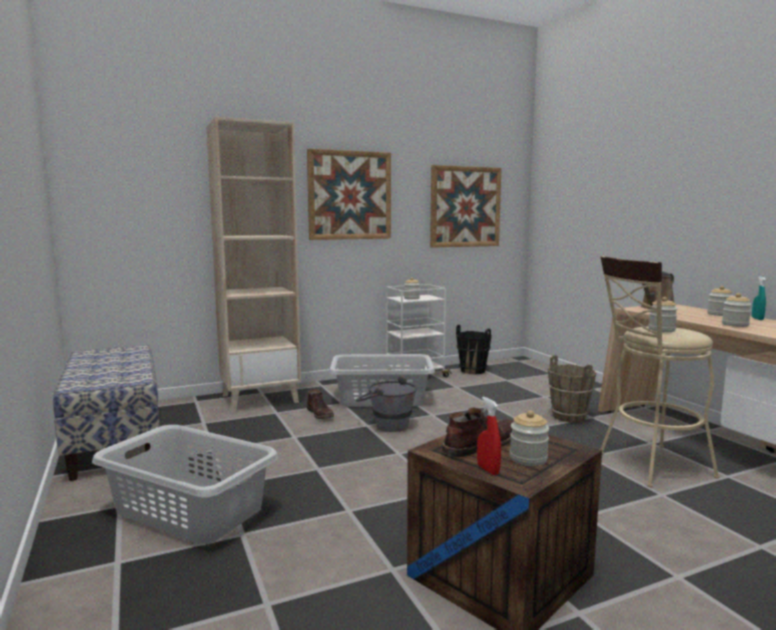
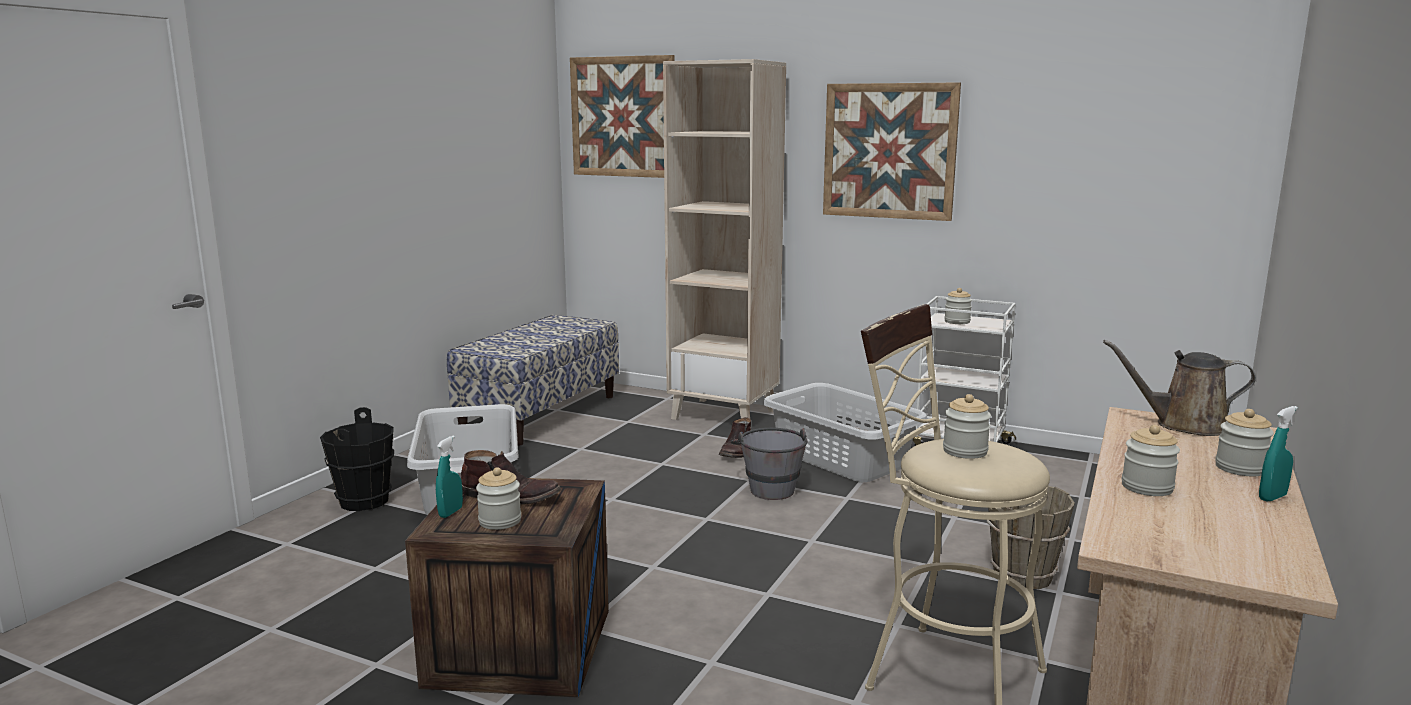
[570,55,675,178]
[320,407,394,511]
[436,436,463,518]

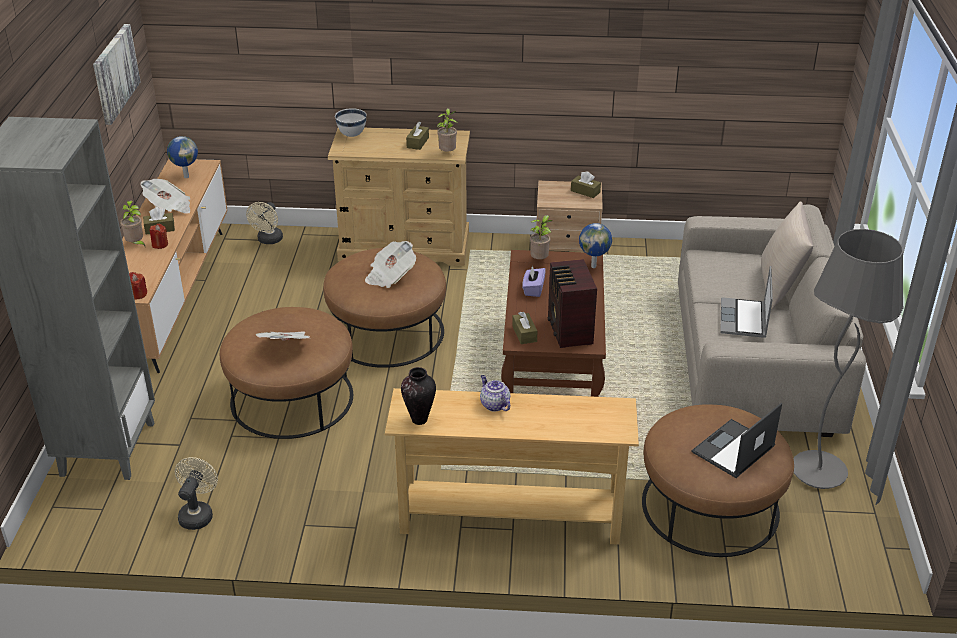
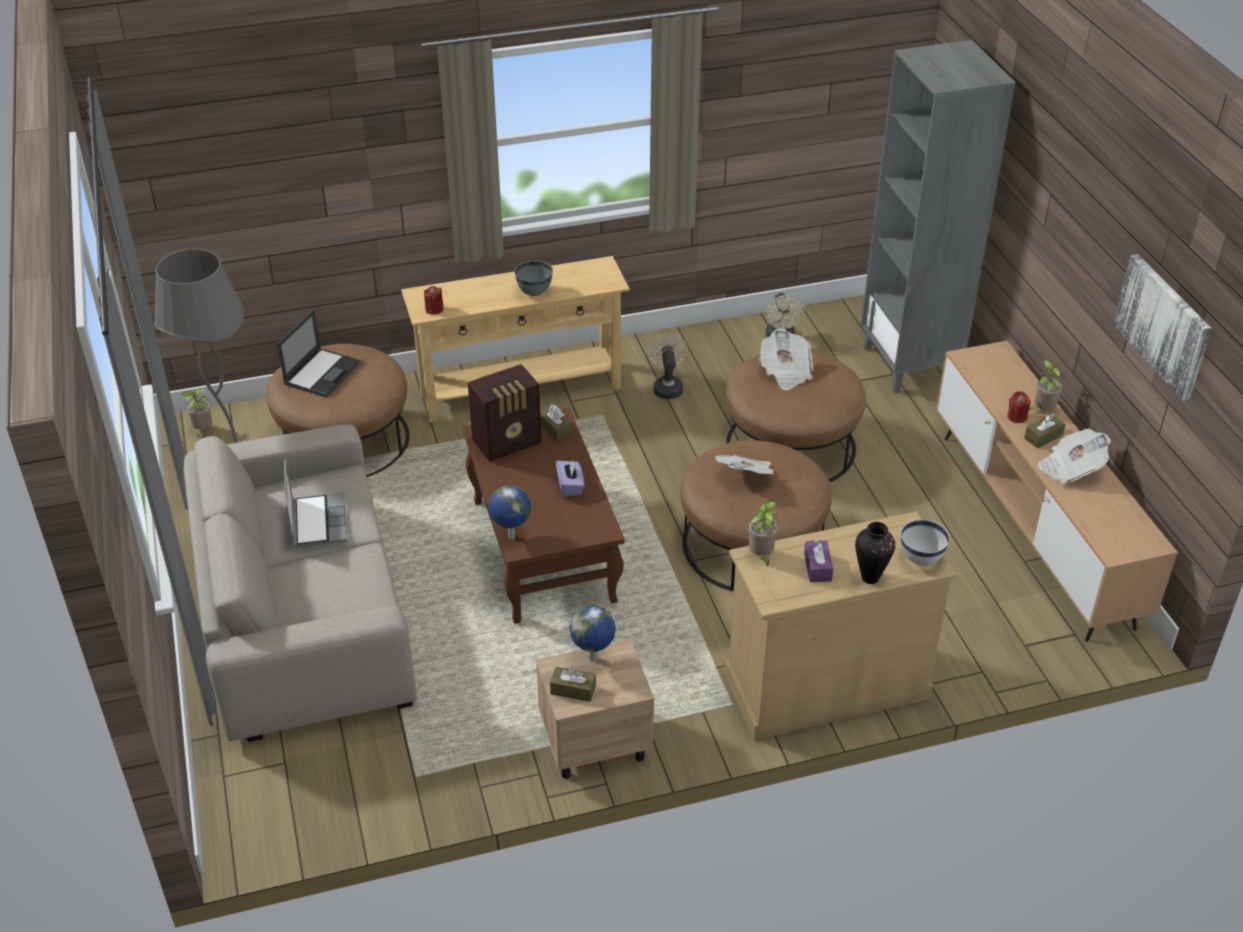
[761,202,813,309] (first image)
[424,286,444,315]
[570,605,616,661]
[648,333,688,399]
[855,522,895,584]
[182,388,212,439]
[514,260,553,296]
[804,540,833,582]
[468,364,542,462]

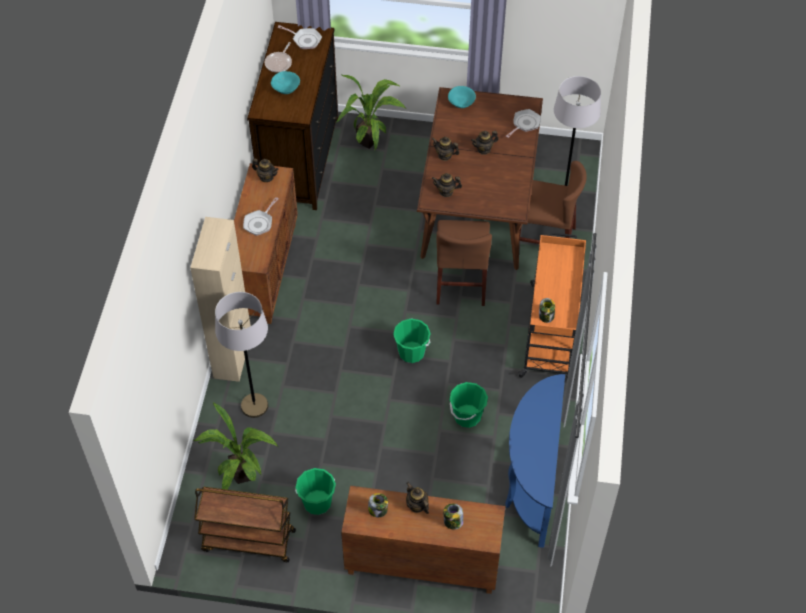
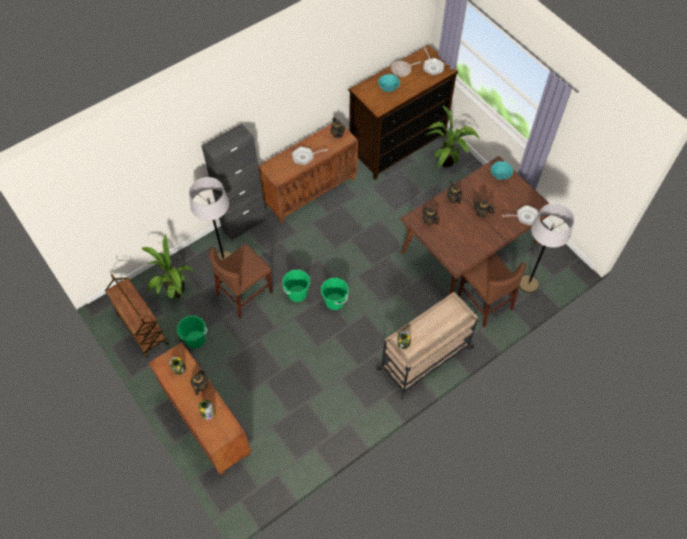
[505,374,565,548] (first image)
[209,244,273,319]
[282,270,310,302]
[201,124,266,241]
[376,292,478,399]

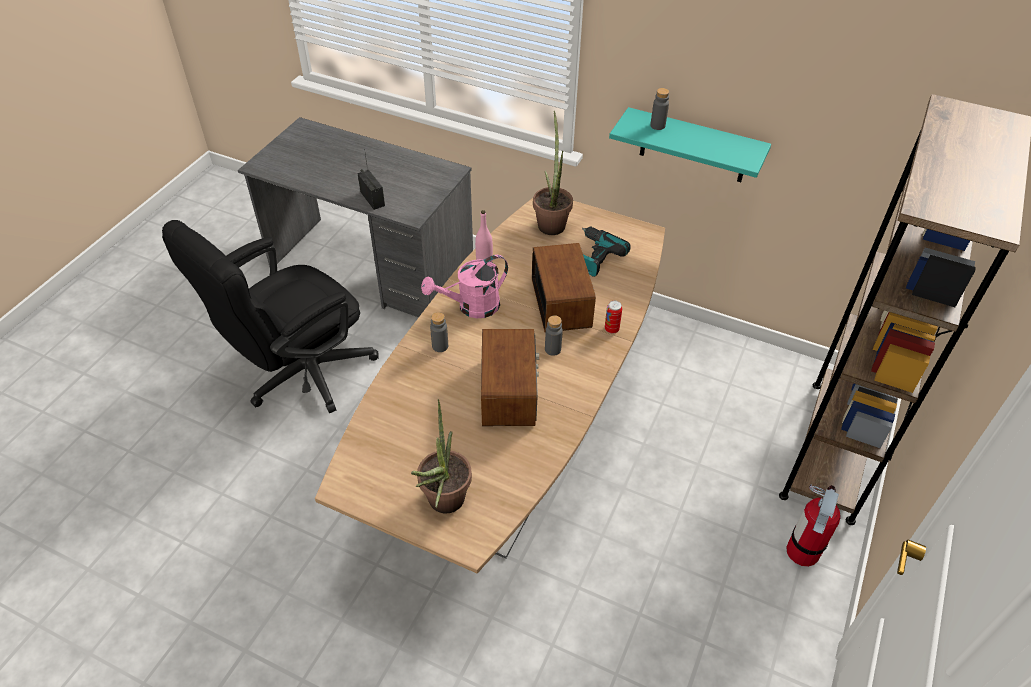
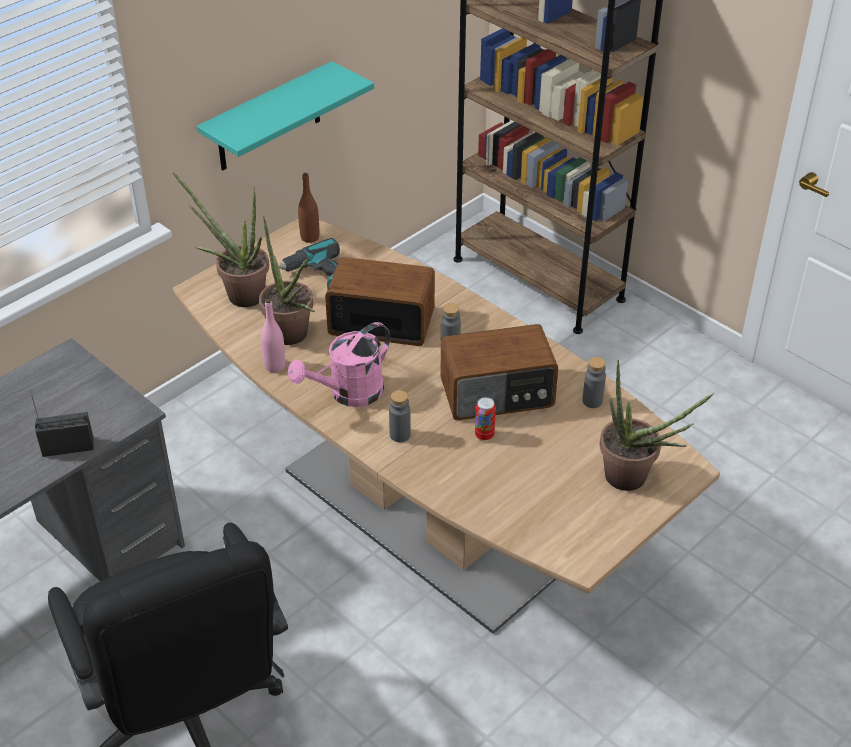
[786,484,841,567] (first image)
[259,216,315,345]
[298,173,319,243]
[475,397,496,441]
[582,357,606,408]
[288,322,390,407]
[440,324,558,420]

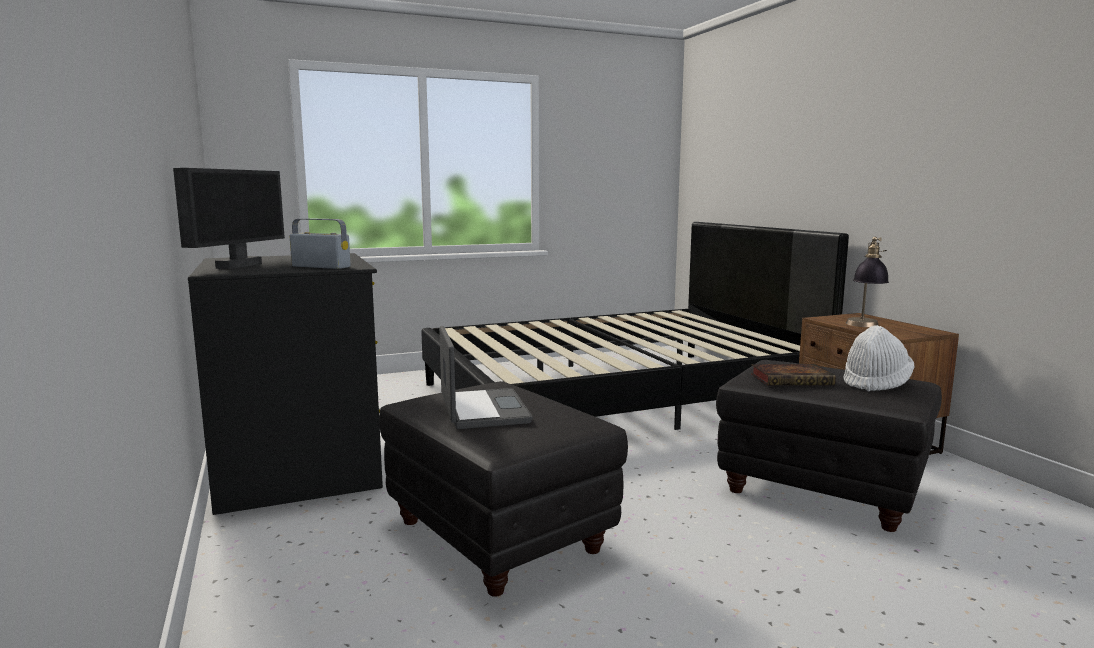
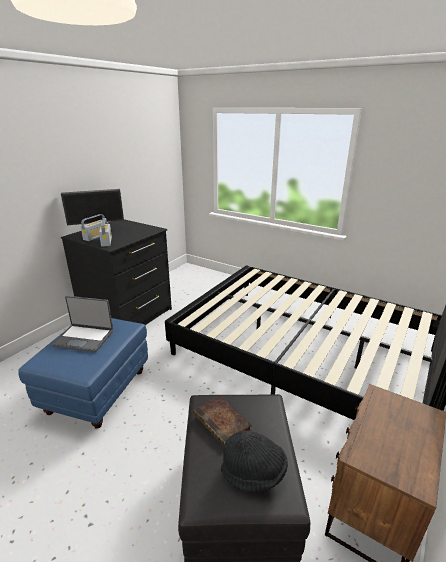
[846,237,889,327] (first image)
[81,214,105,241]
[18,318,148,429]
[221,430,288,492]
[51,296,113,352]

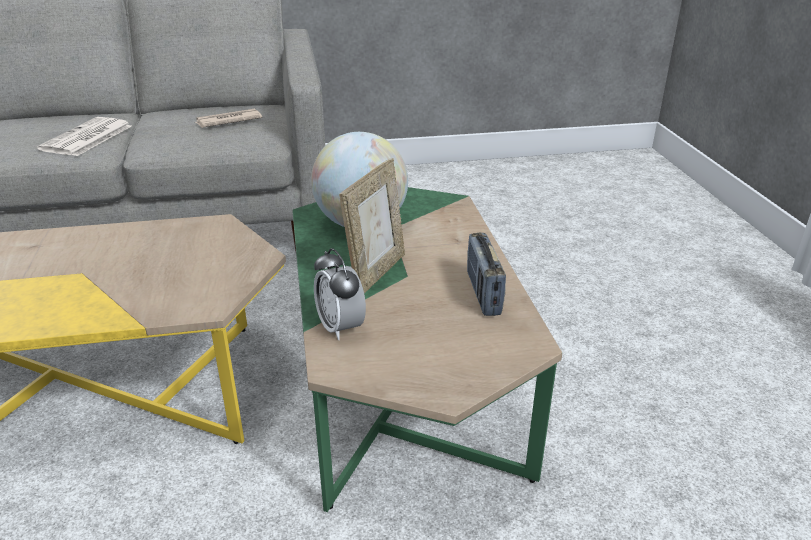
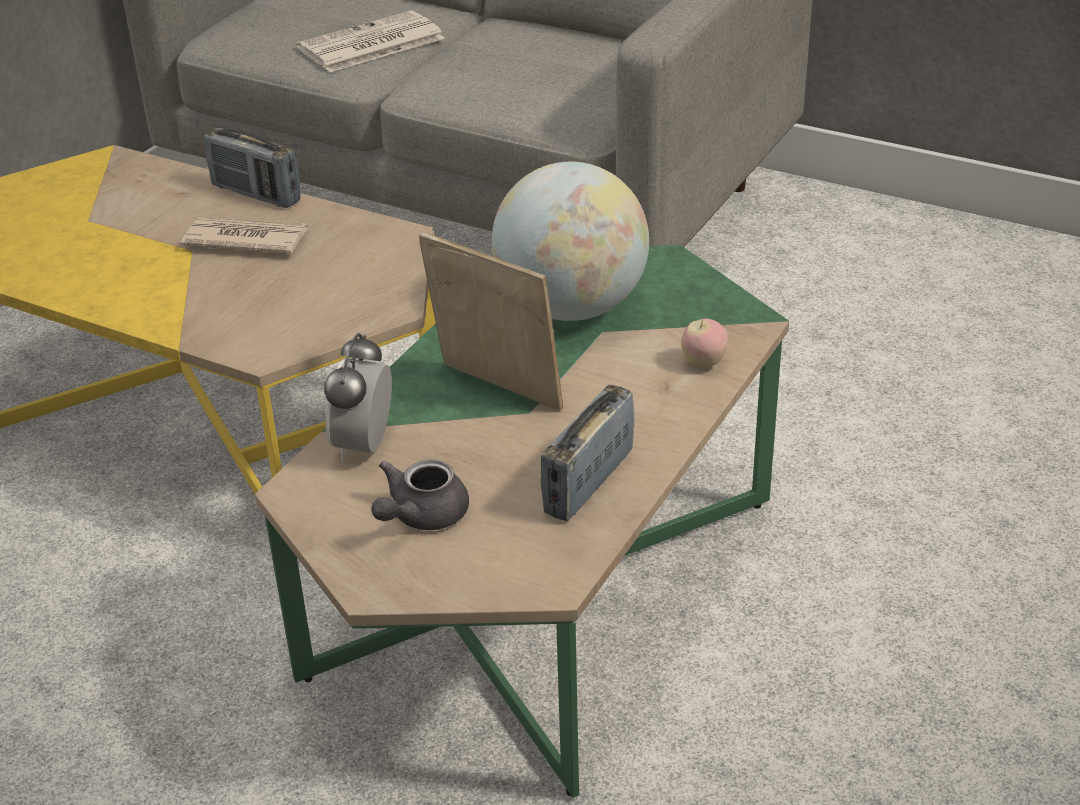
[204,128,301,208]
[371,459,469,530]
[681,319,728,368]
[180,218,308,254]
[419,232,563,411]

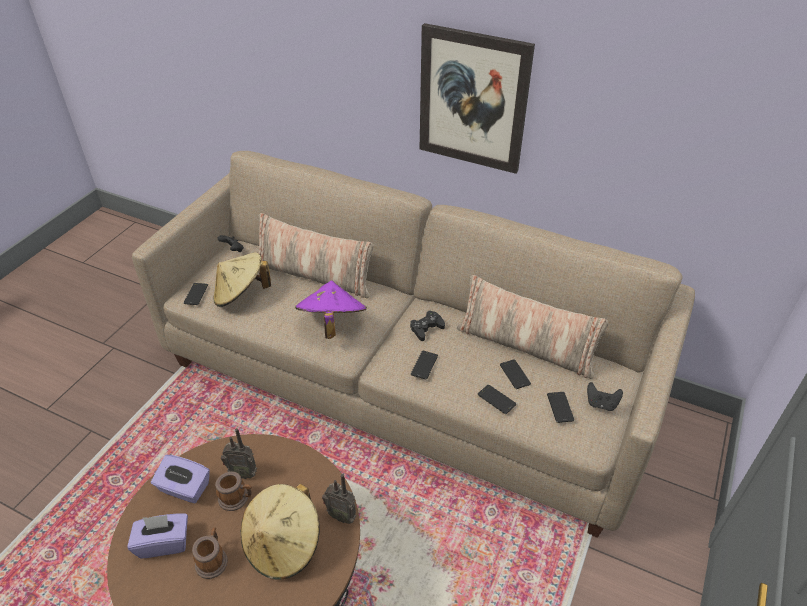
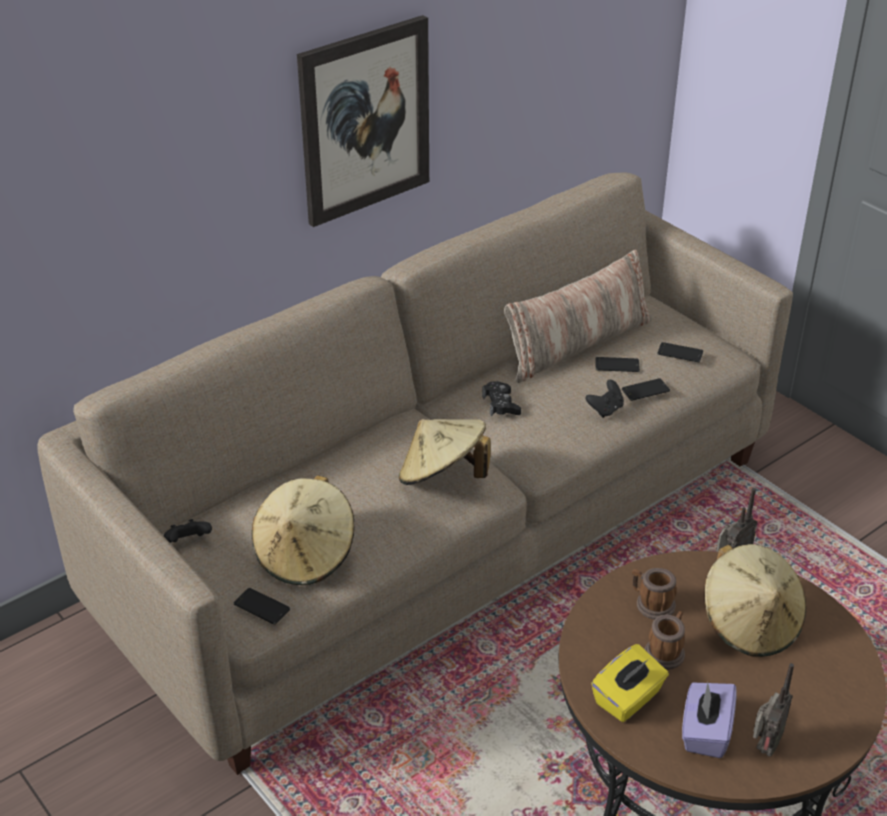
[258,213,374,298] (first image)
[411,351,438,379] (first image)
[632,568,677,620]
[753,663,794,757]
[586,380,624,418]
[591,644,669,722]
[399,419,491,485]

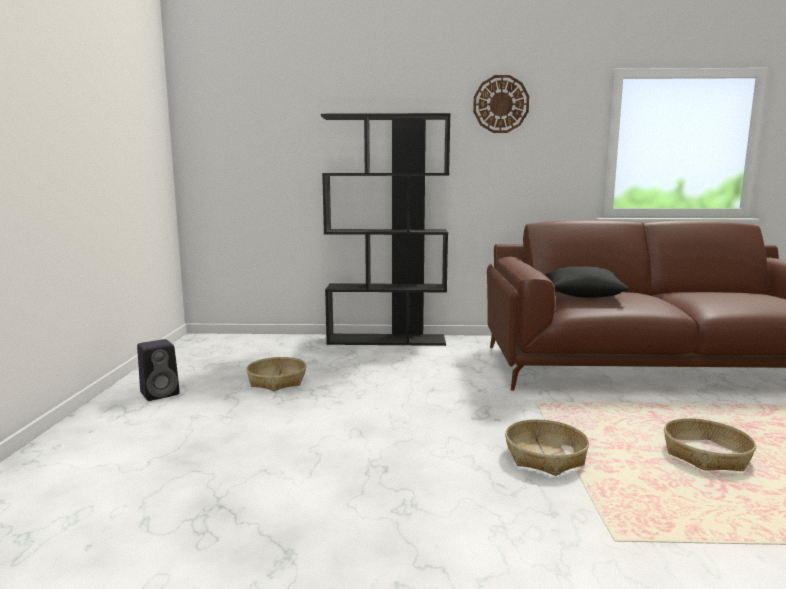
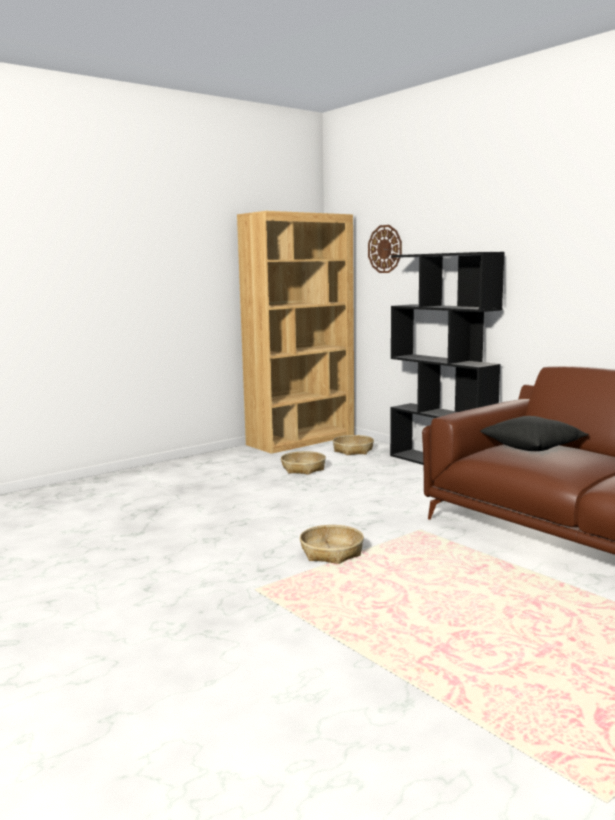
[137,339,180,401] (first image)
[237,211,354,454]
[368,225,402,273]
[333,435,374,455]

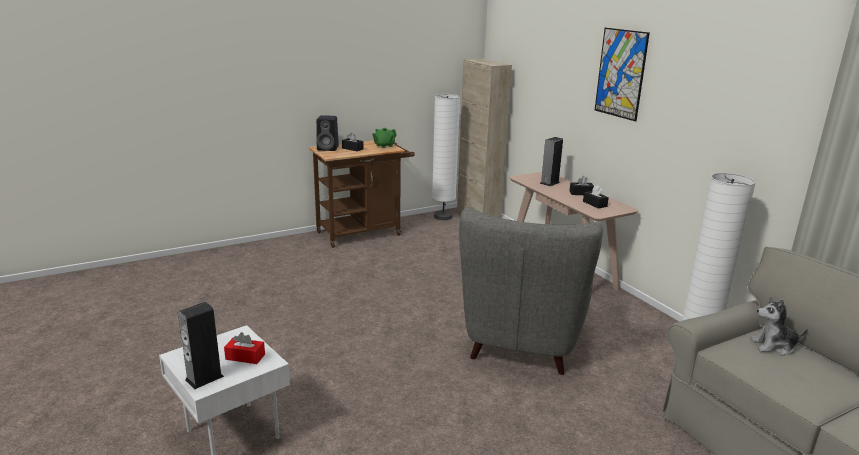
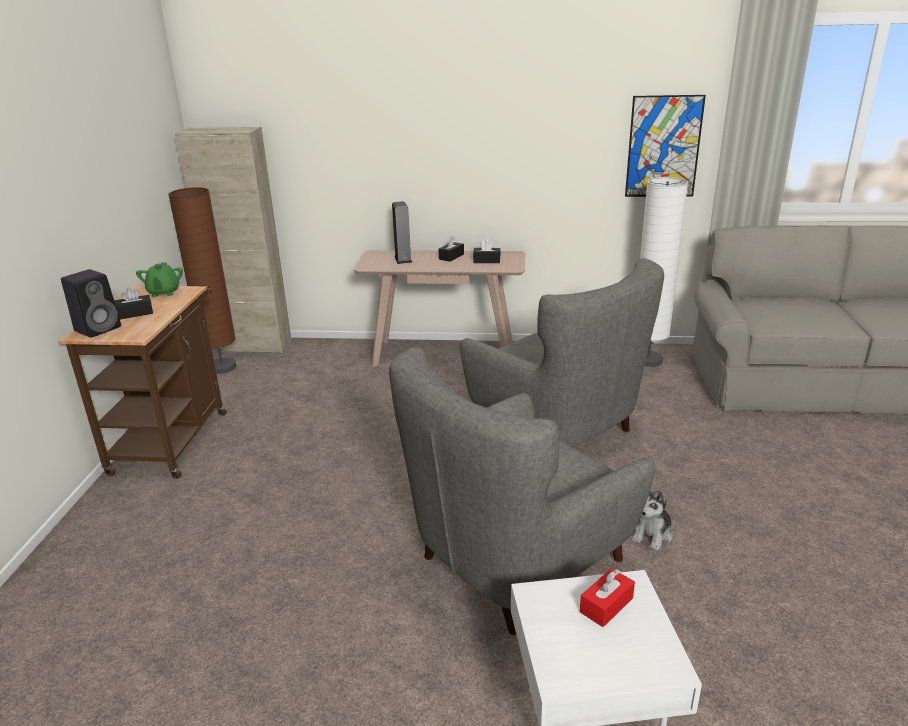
[178,302,224,389] (first image)
[389,347,655,635]
[625,95,706,197]
[632,490,673,551]
[168,187,236,374]

